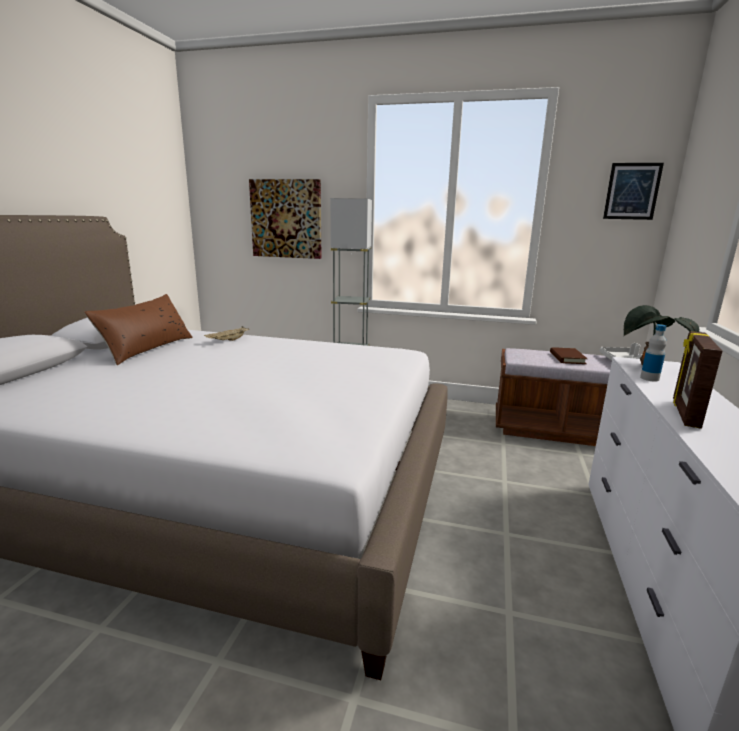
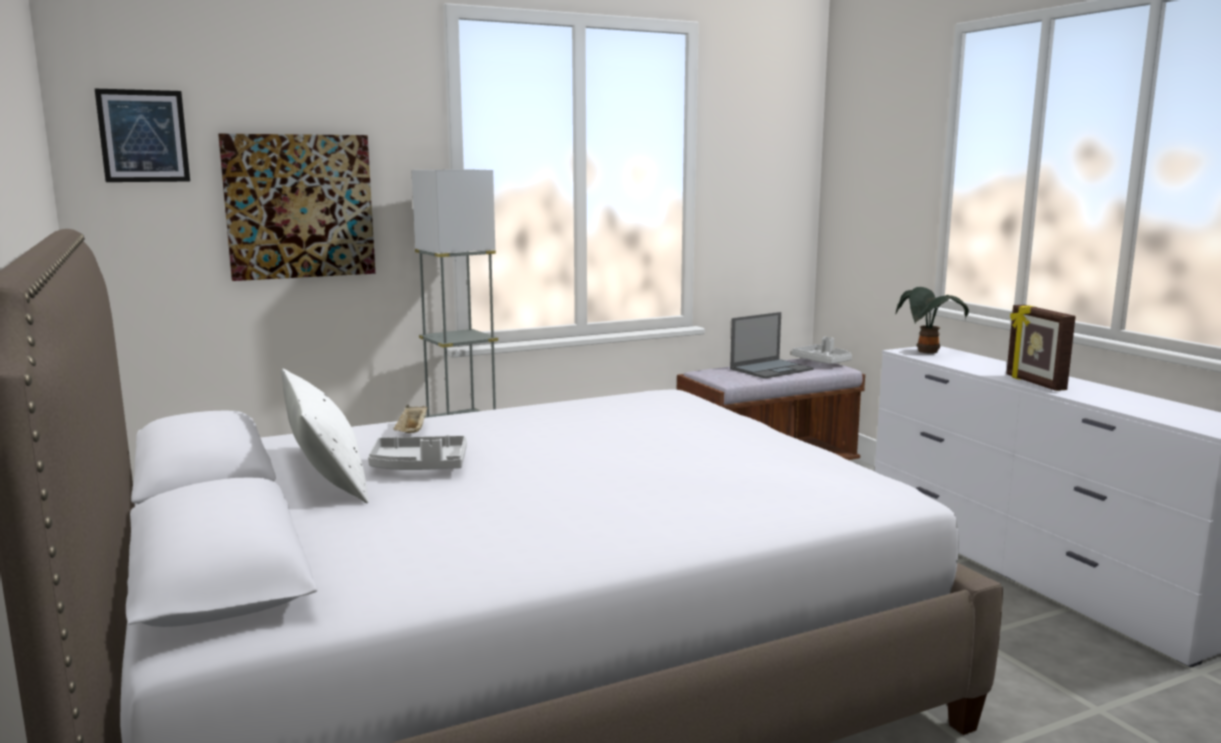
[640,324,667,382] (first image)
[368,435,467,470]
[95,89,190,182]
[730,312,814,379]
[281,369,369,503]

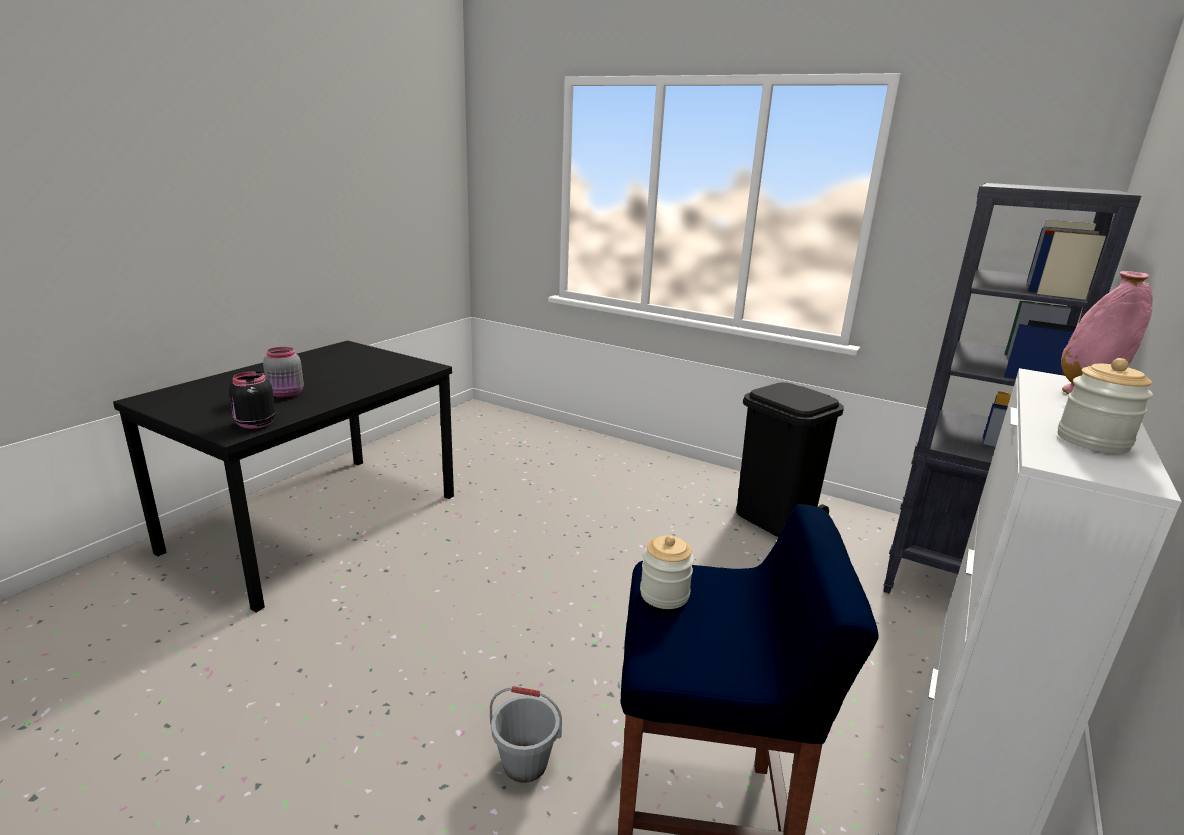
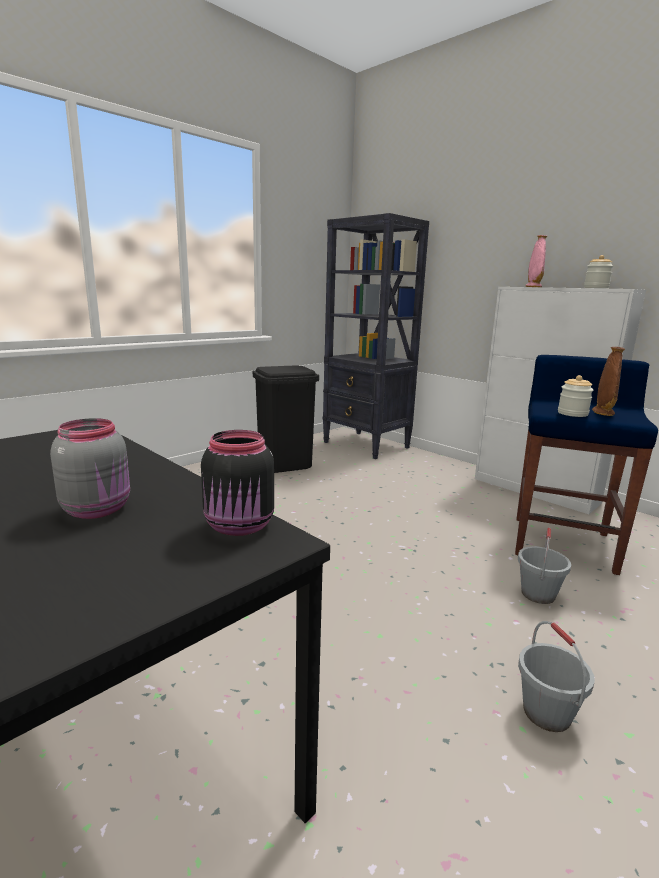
[518,621,595,732]
[592,347,625,416]

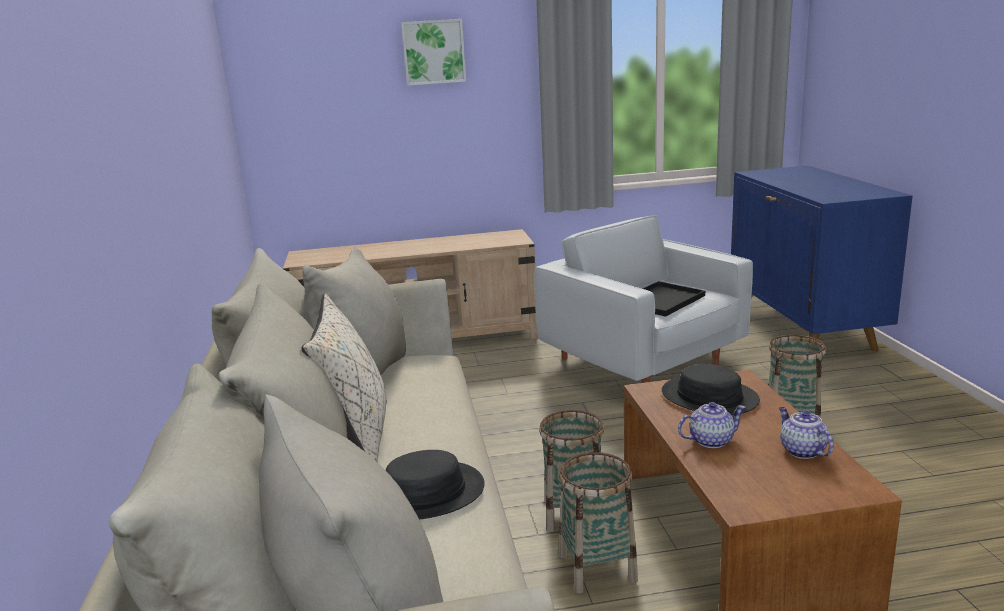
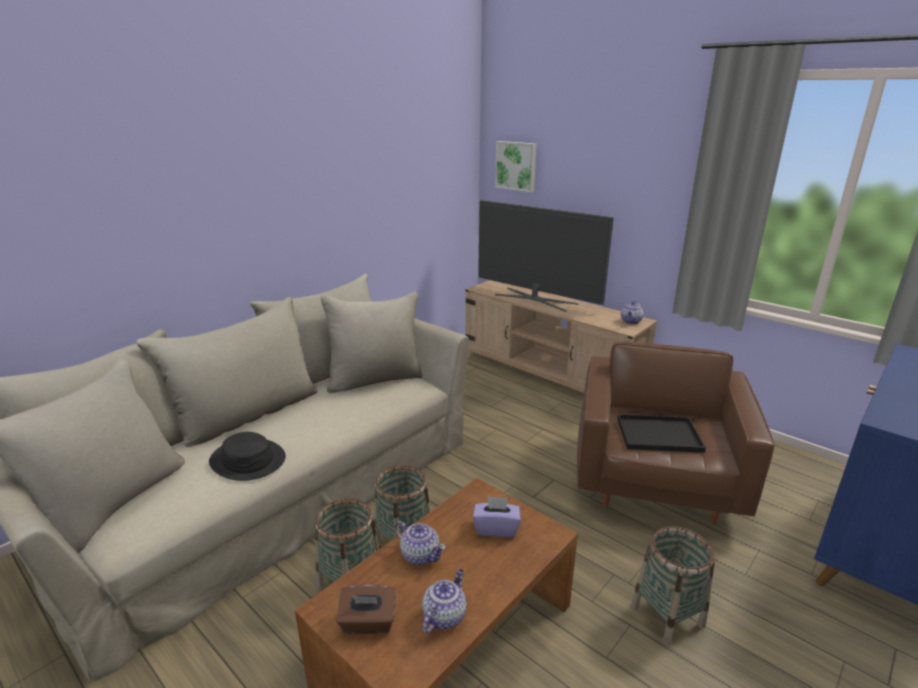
[302,293,387,463] (first image)
[336,585,397,634]
[478,200,614,312]
[621,301,644,324]
[495,141,537,192]
[473,496,521,537]
[577,342,775,525]

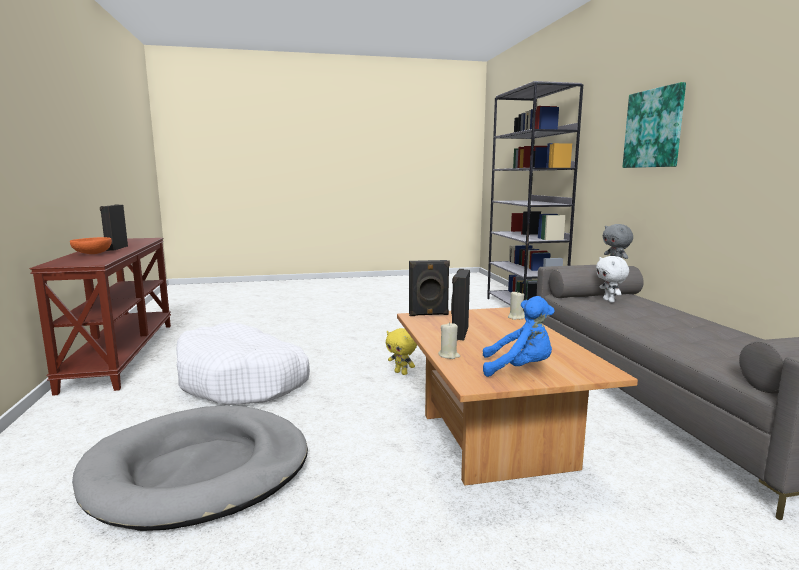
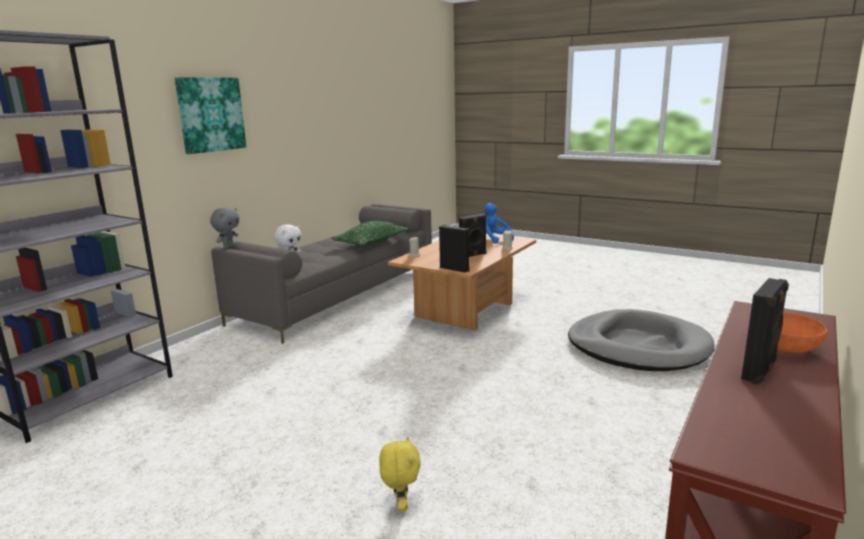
[176,322,310,405] (first image)
[332,221,410,246]
[379,436,421,512]

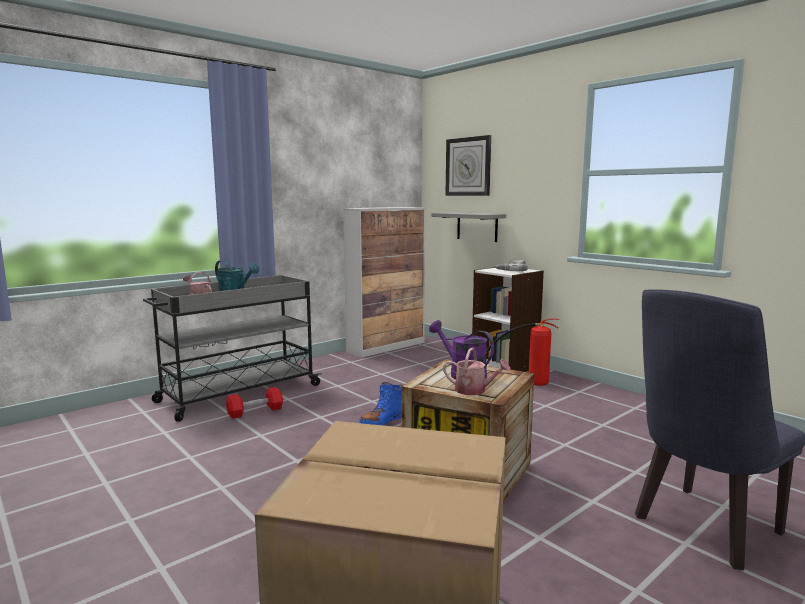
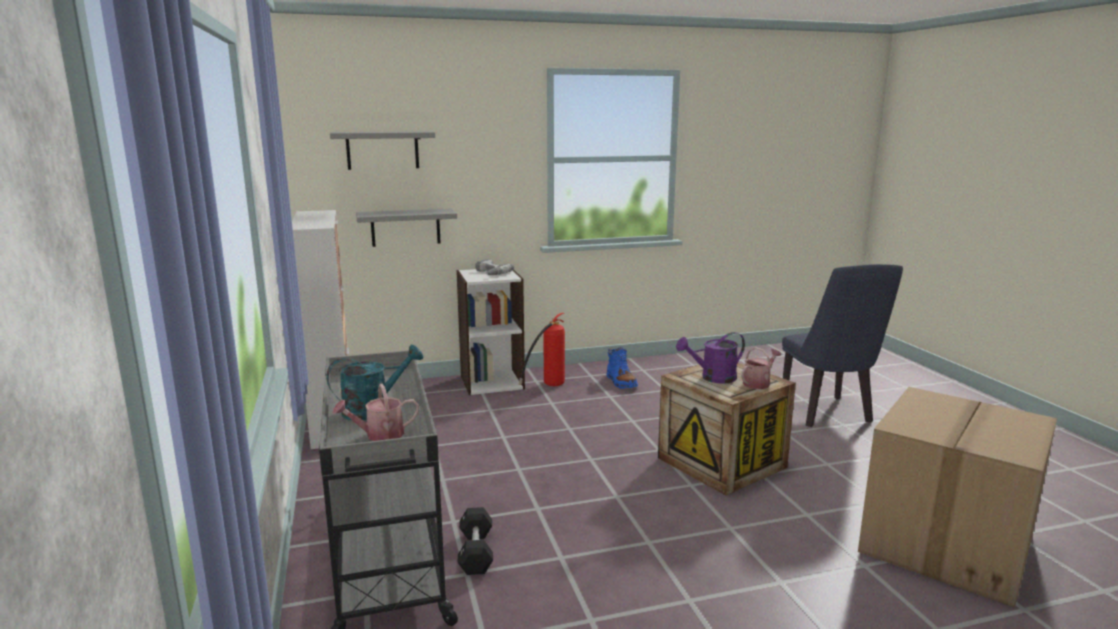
[607,347,638,389]
[330,131,435,170]
[457,507,493,575]

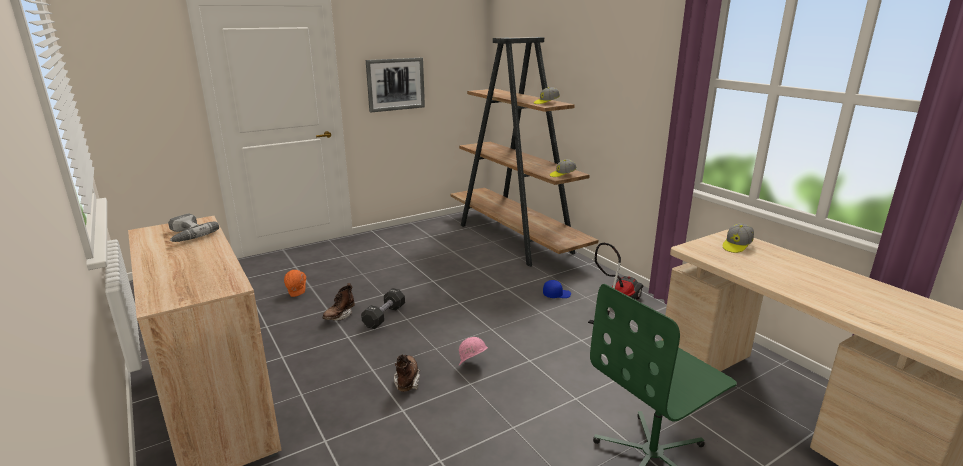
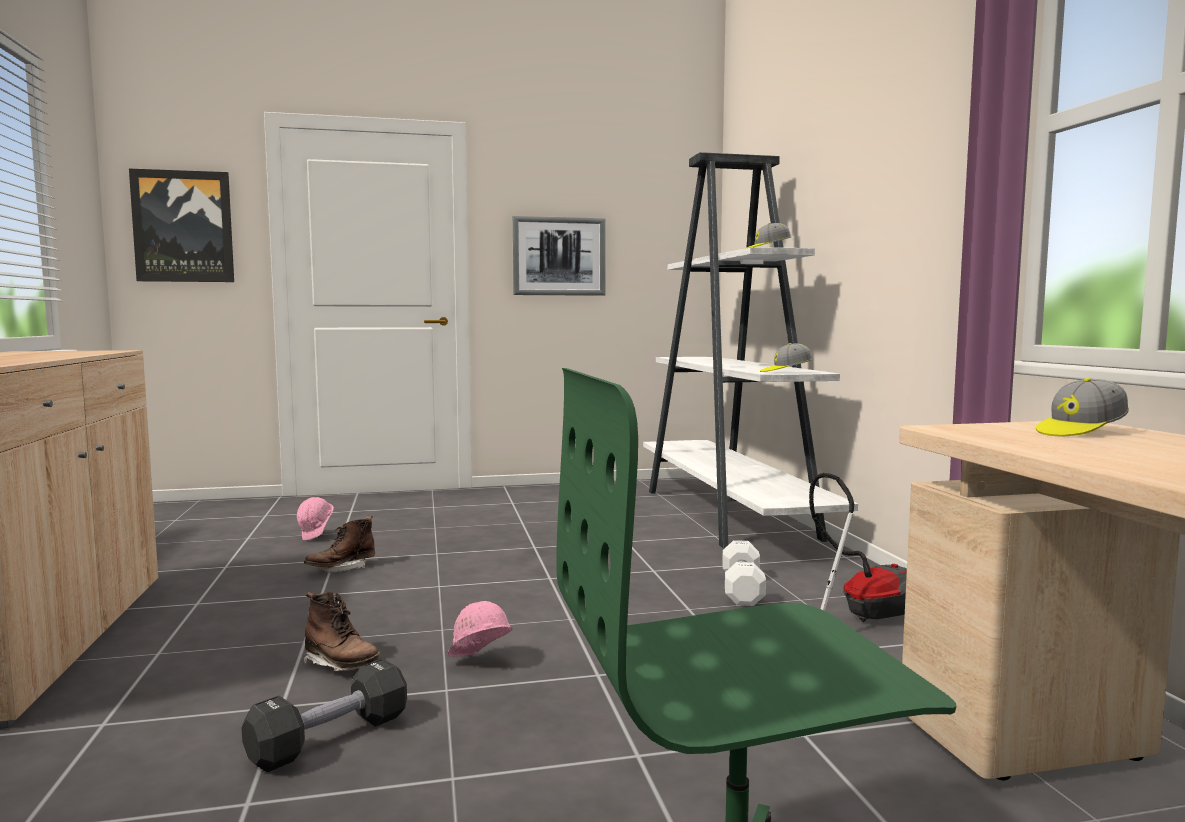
[168,214,219,242] (first image)
[129,169,234,282]
[242,659,407,772]
[722,540,766,606]
[297,497,334,540]
[643,152,858,549]
[304,592,381,671]

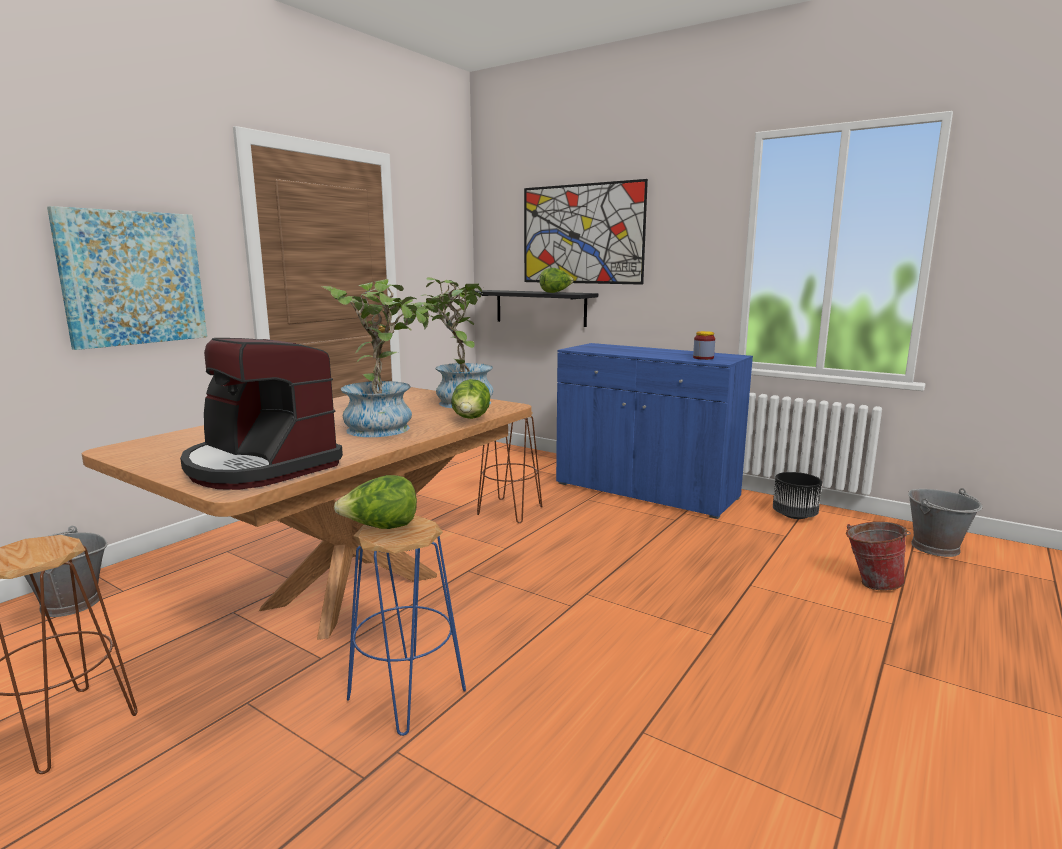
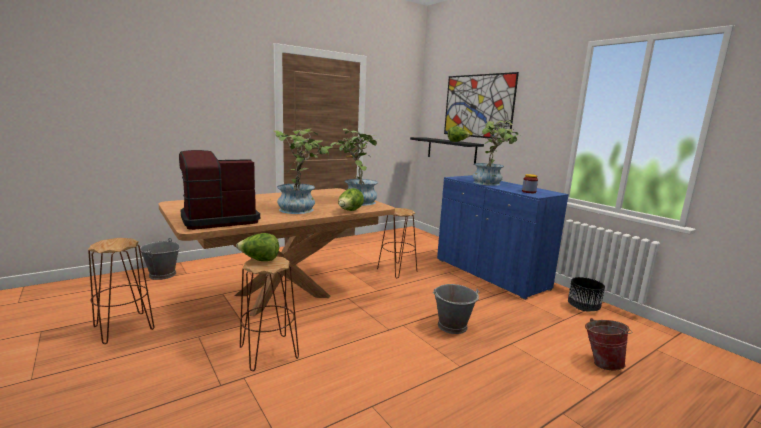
[47,206,207,350] (first image)
[473,120,518,186]
[433,284,480,334]
[240,256,299,371]
[179,150,260,230]

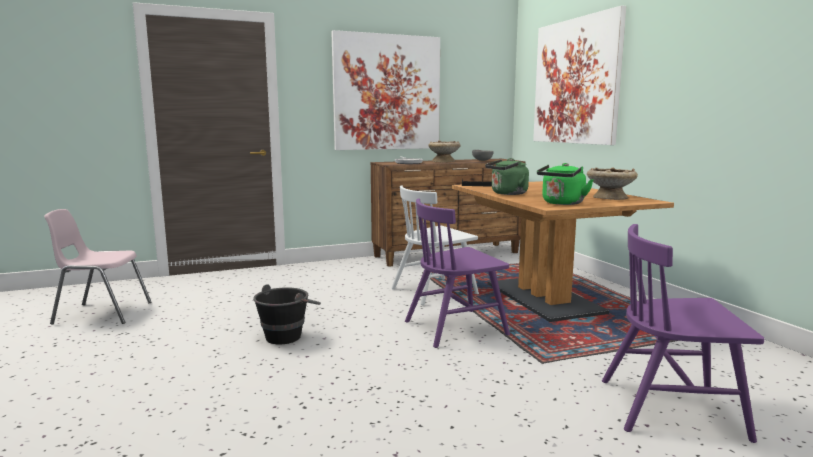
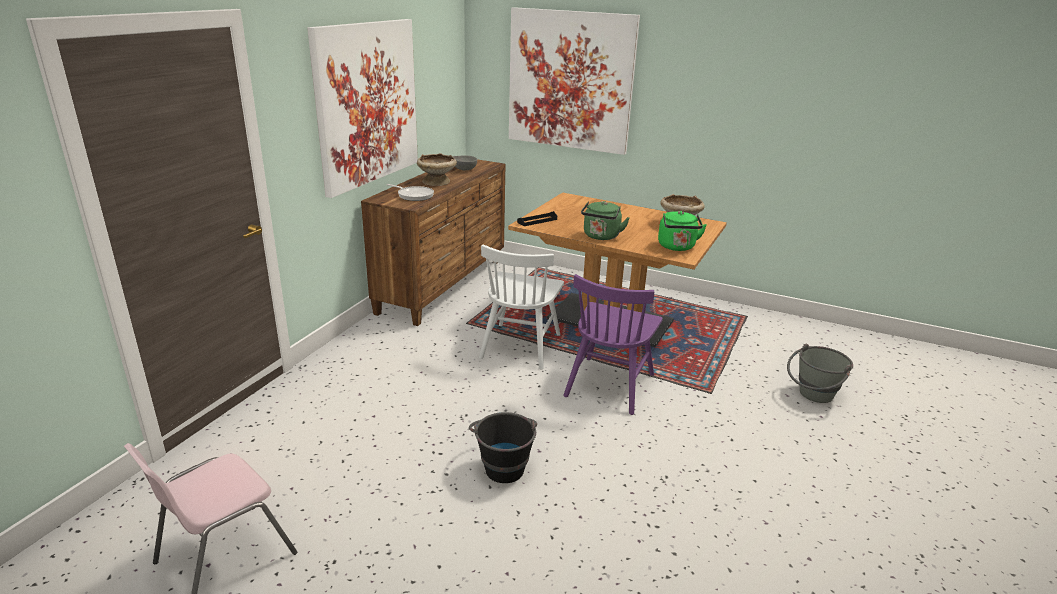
[787,343,853,403]

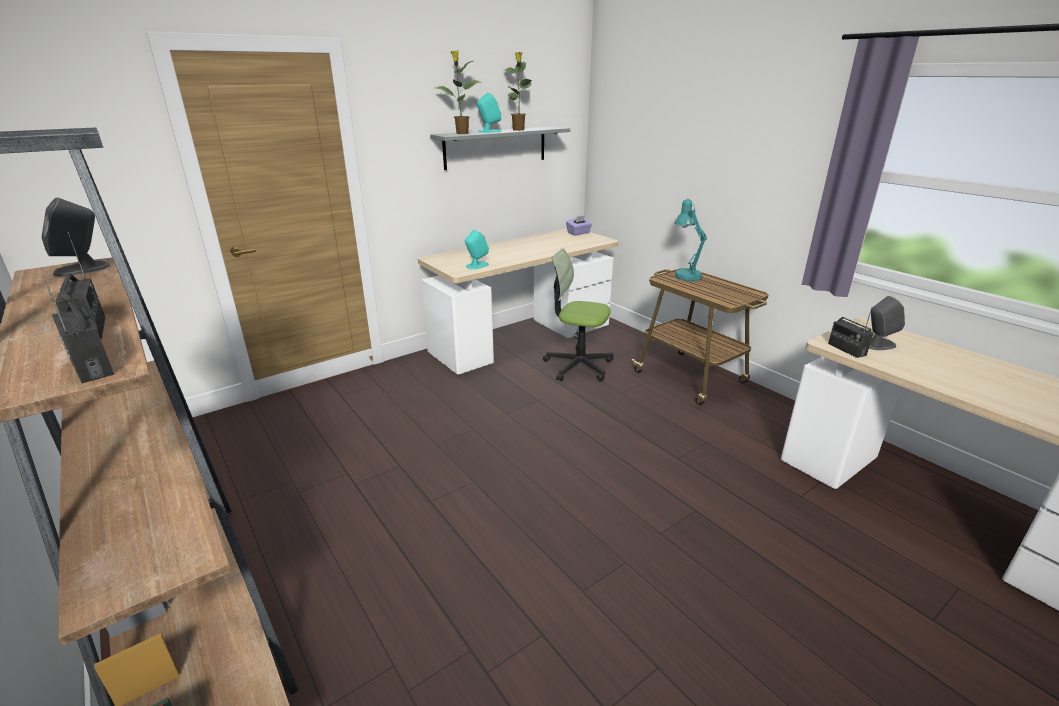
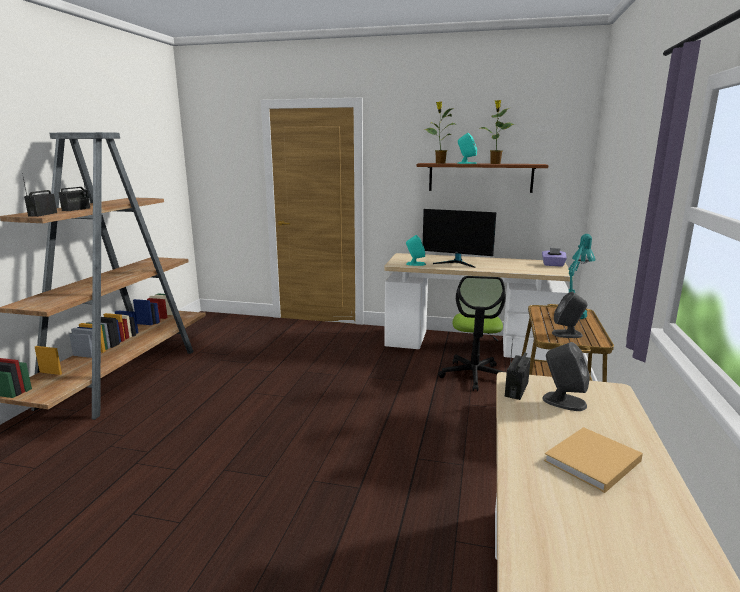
[423,209,496,268]
[544,427,643,493]
[552,292,588,338]
[417,163,549,193]
[438,276,506,391]

